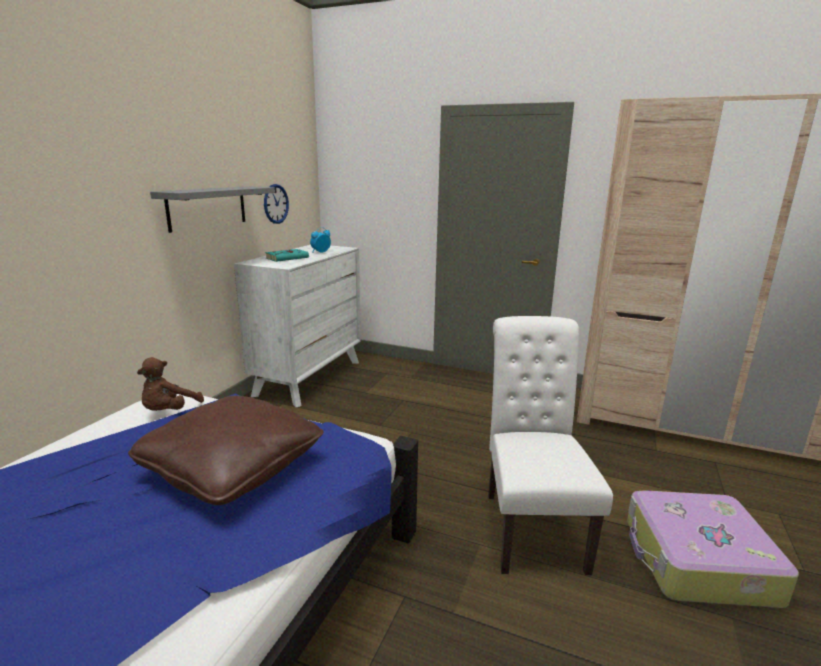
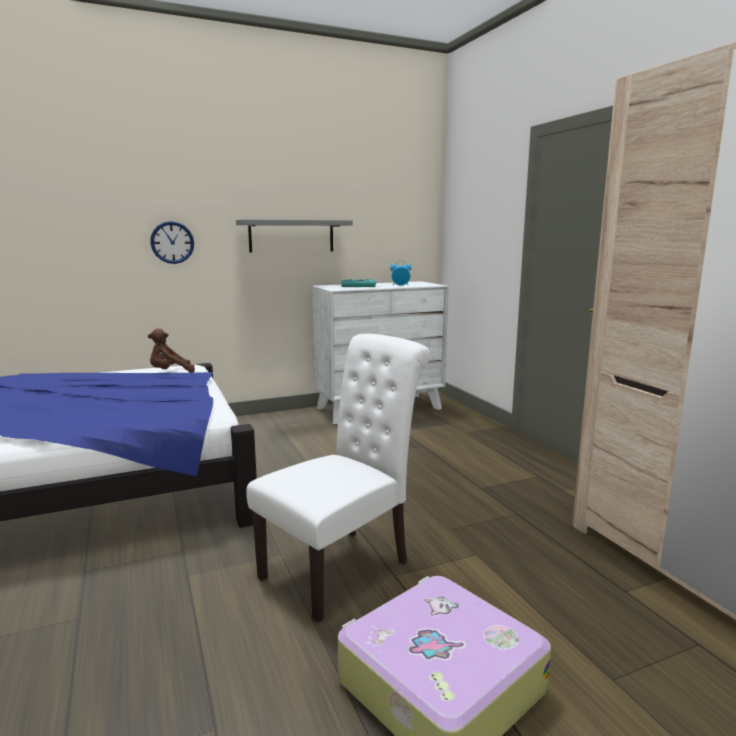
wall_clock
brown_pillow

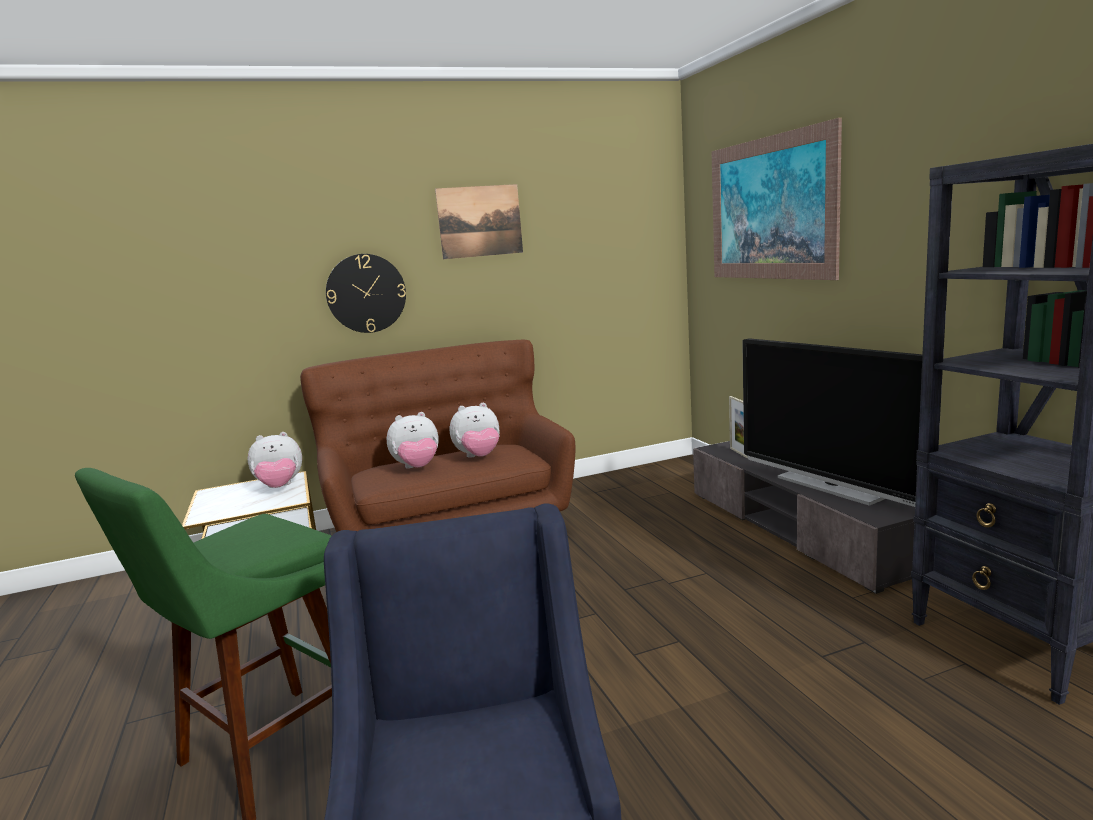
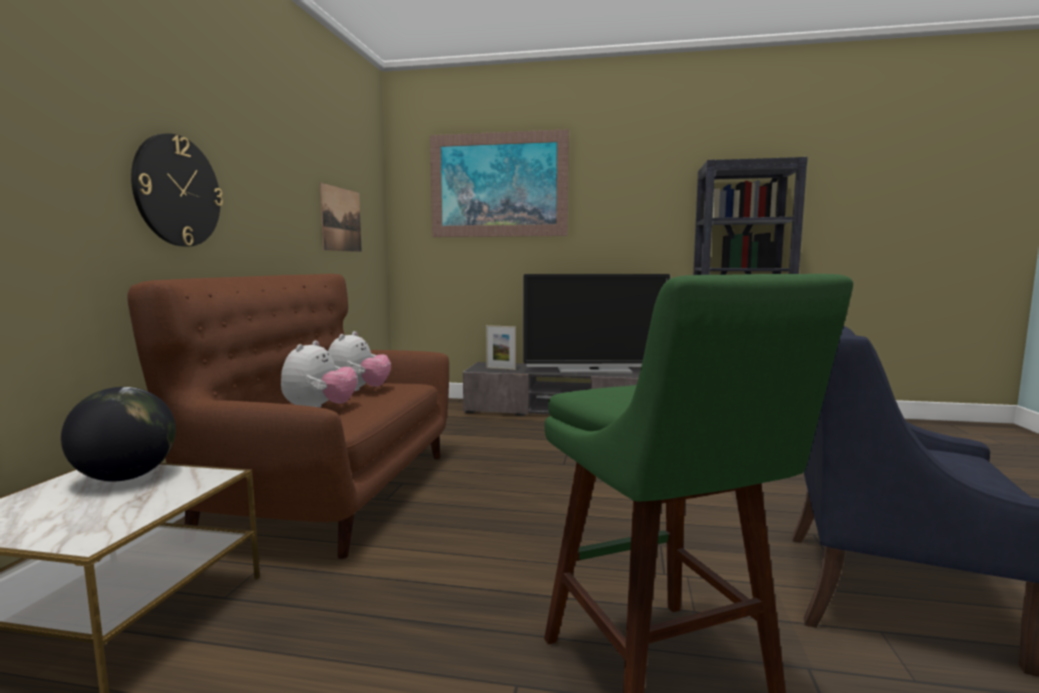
picture (no. 1 from left)
globe

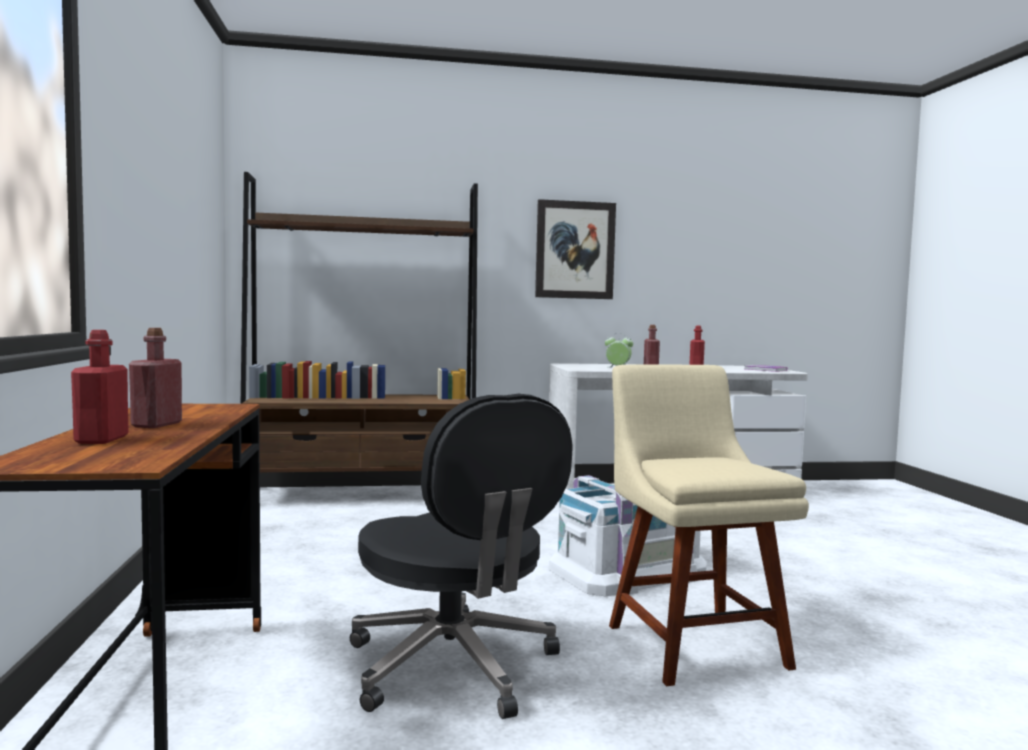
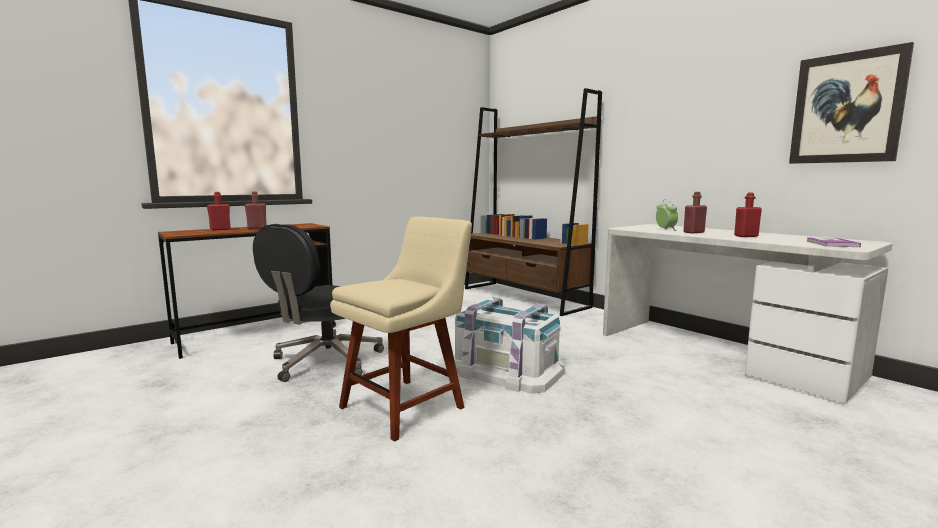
picture

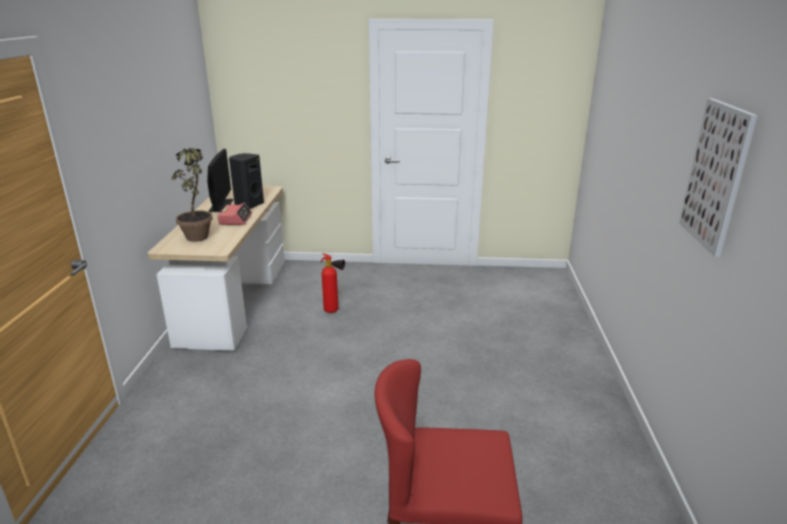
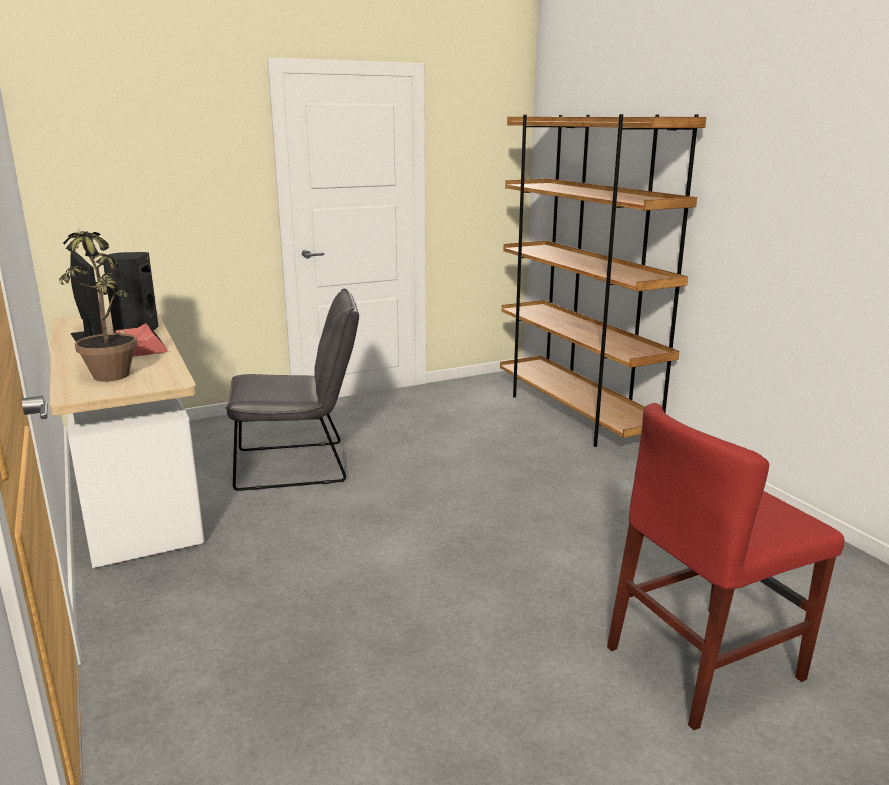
picture
grey_chair
brown_bookcase

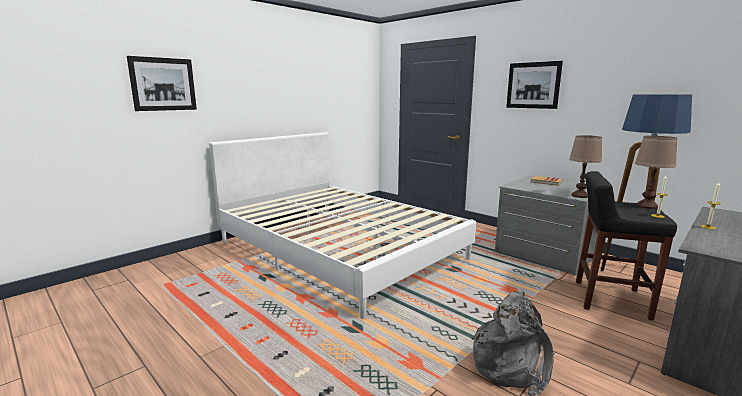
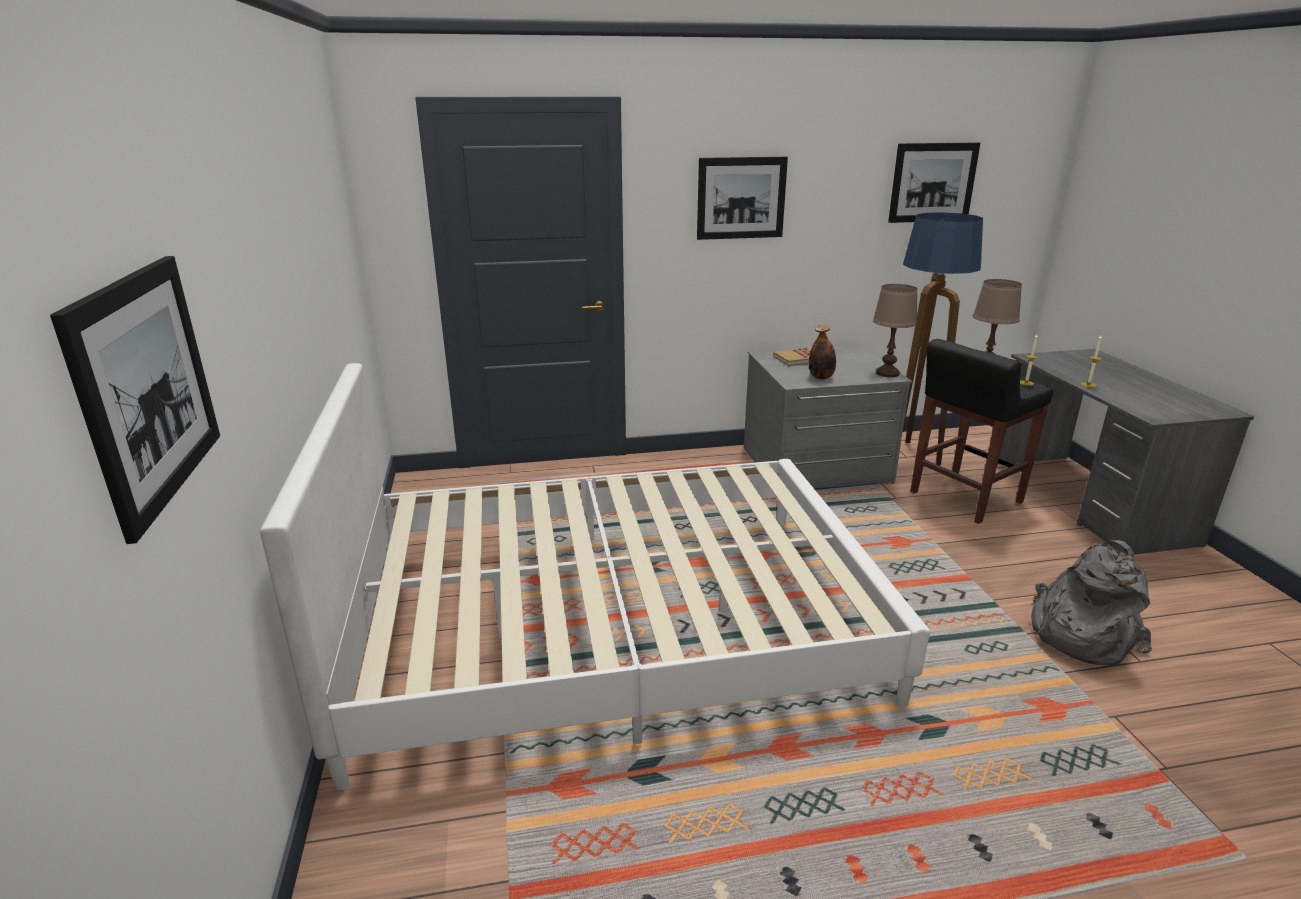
picture (no. 3 from left)
bottle

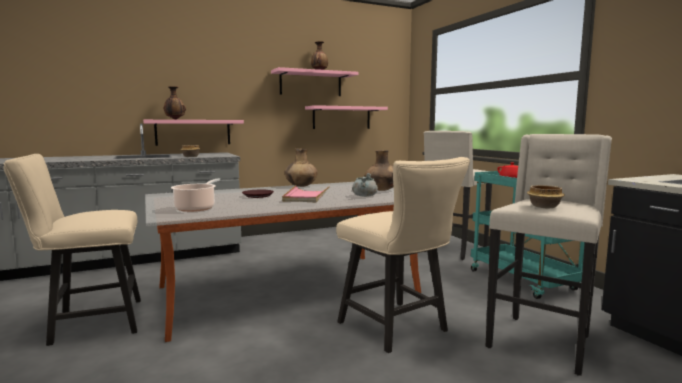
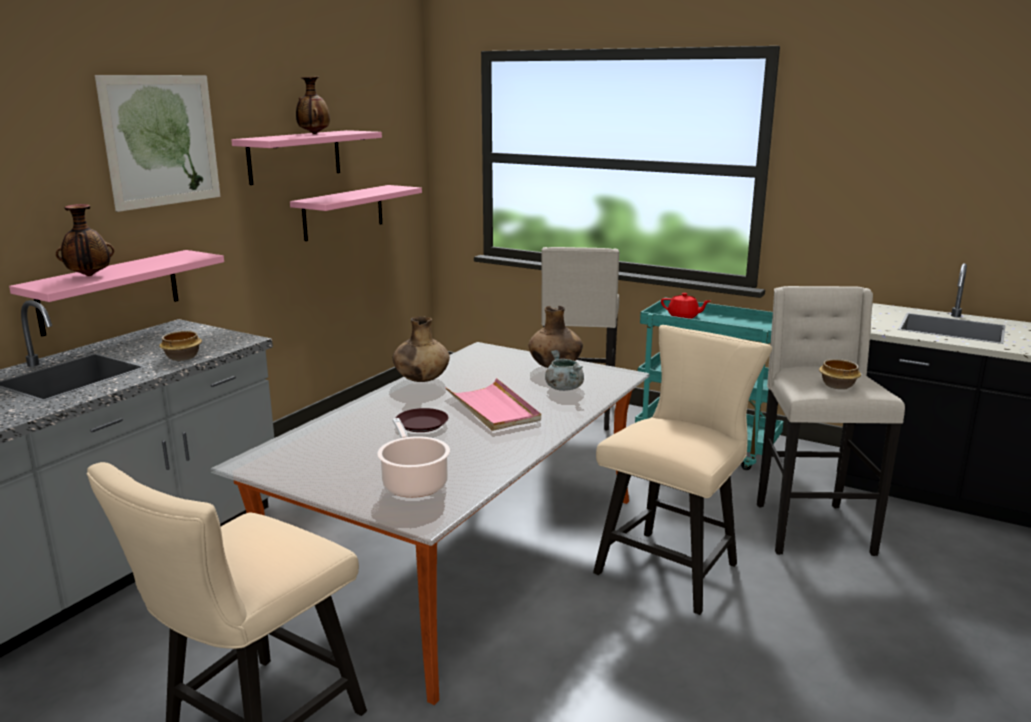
beige_chair (no. 2 from left)
picture

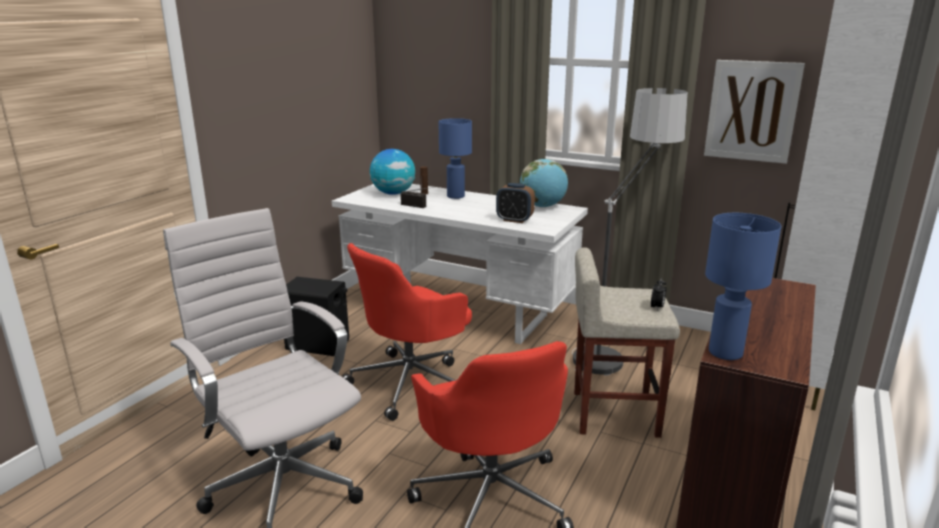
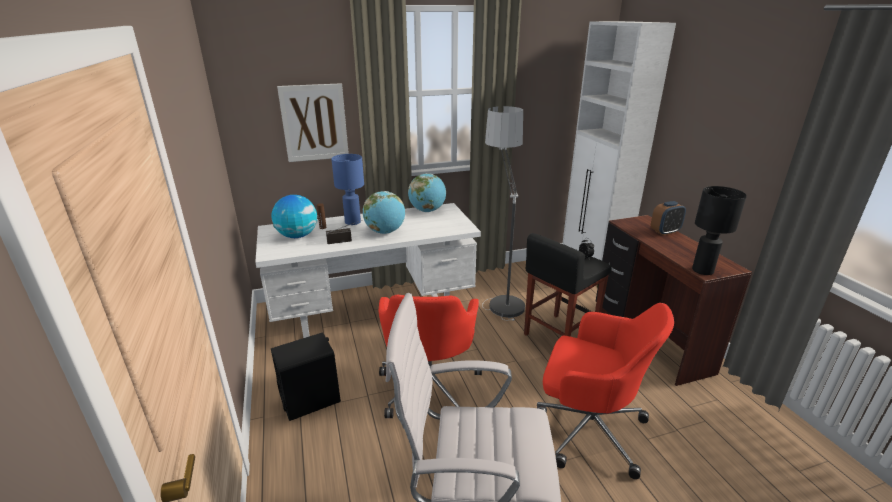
picture
alarm_clock (no. 2 from left)
black_table_lamp
black_stool
globe (no. 2 from left)

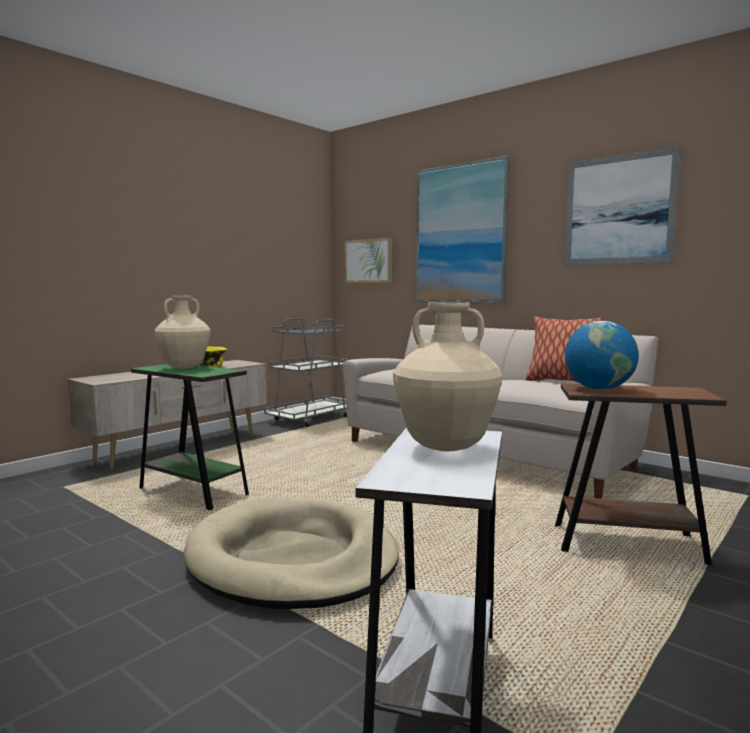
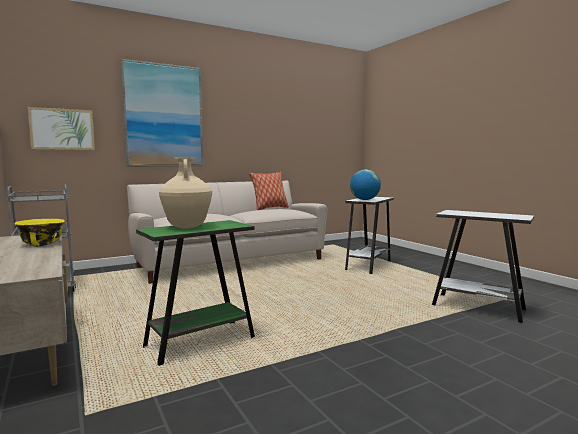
picture (no. 3 from left in the first image)
beige_vase (no. 2 from left in the first image)
white_side_table (no. 1 from left)
beige_dog_bed

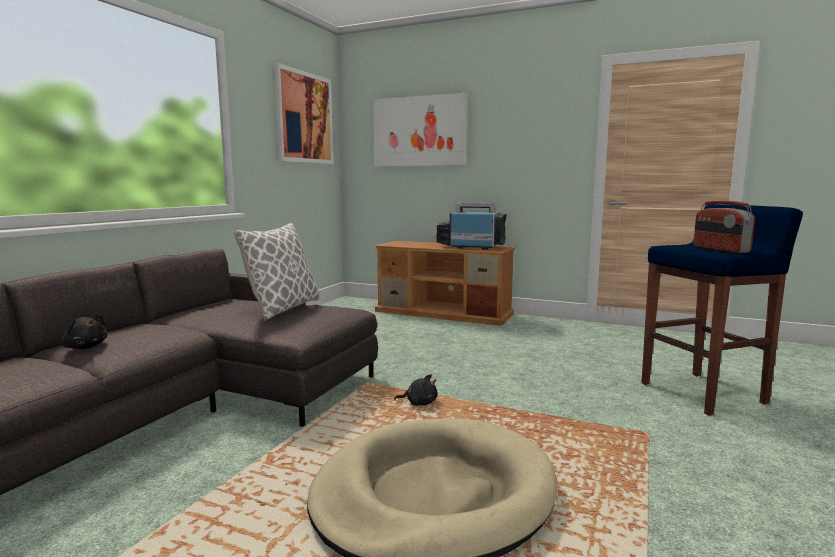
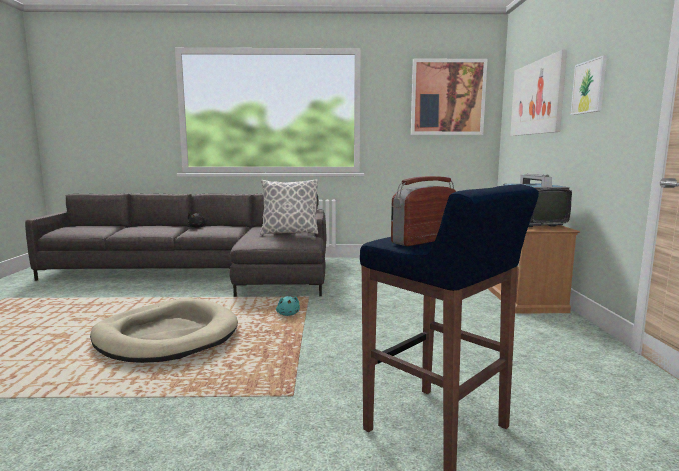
turquoise_plush_toy
picture (no. 3 from left)

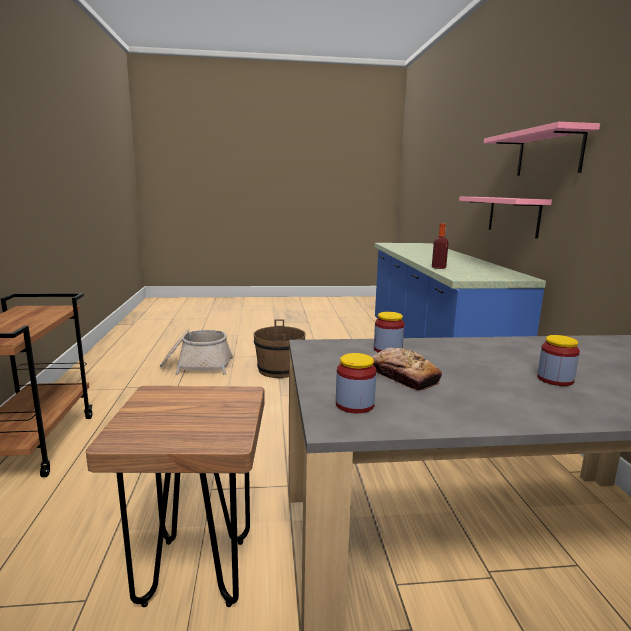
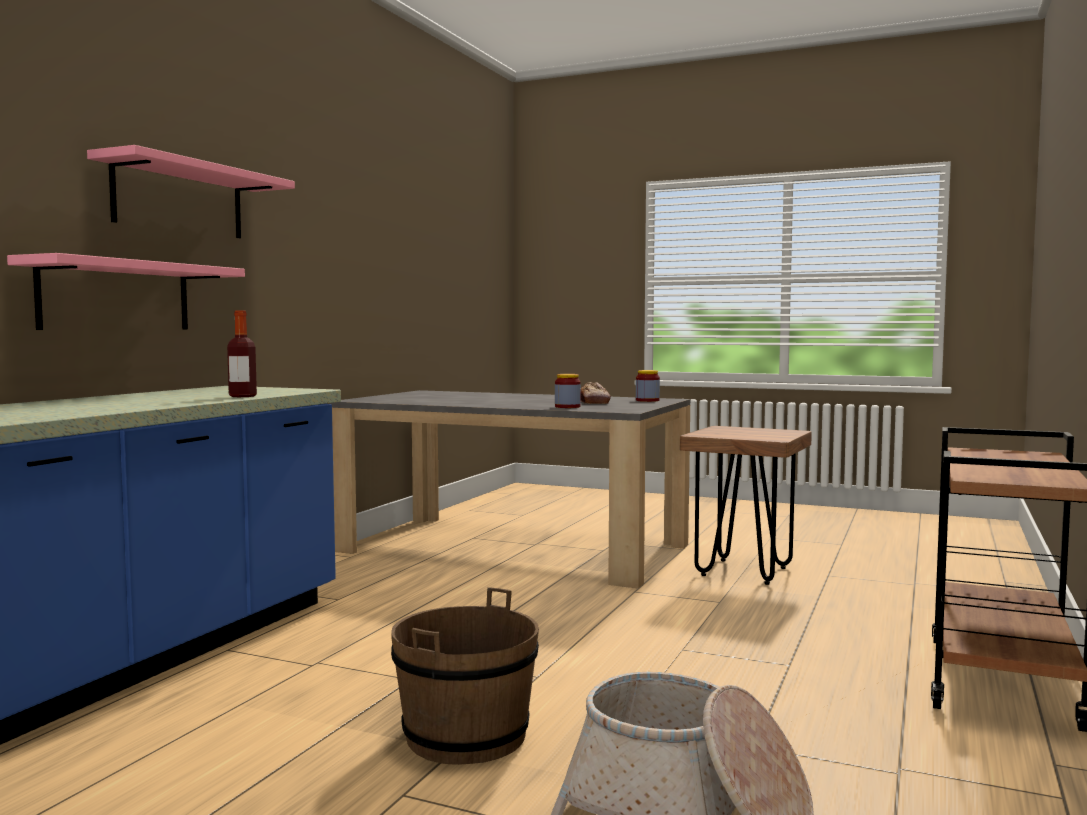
jar (no. 3 from left in the first image)

